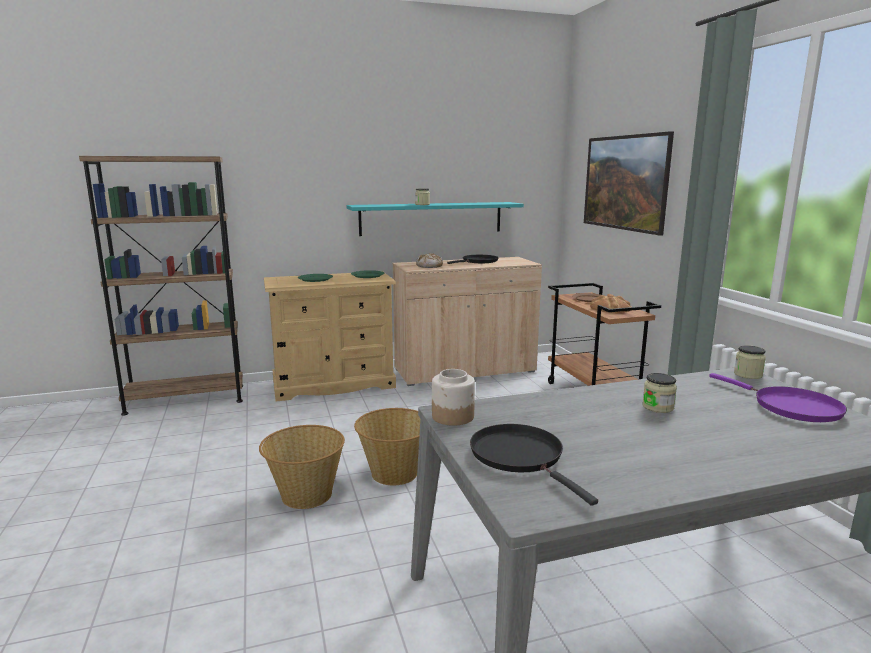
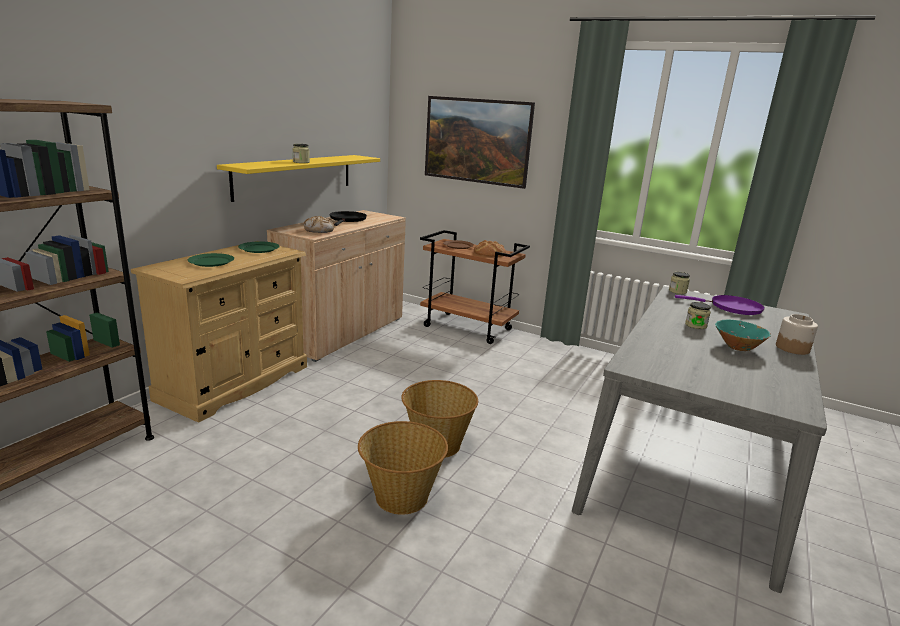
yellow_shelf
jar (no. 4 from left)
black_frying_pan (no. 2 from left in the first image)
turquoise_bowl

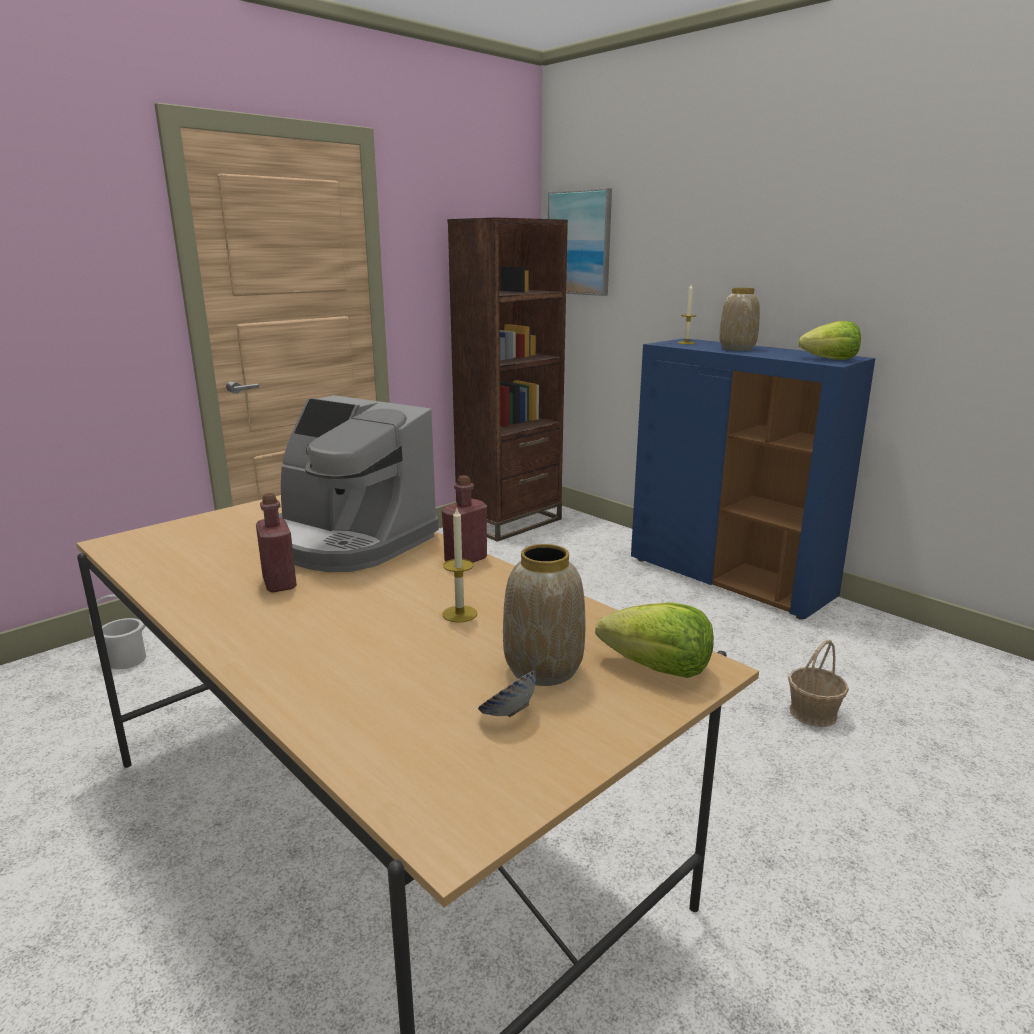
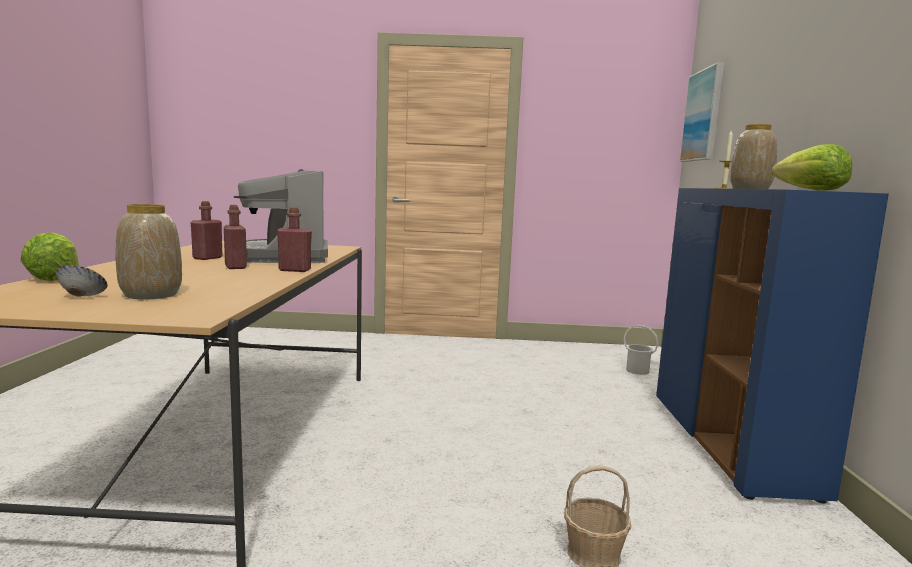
brown_bookcase
candle (no. 1 from left in the first image)
white_bucket
lettuce (no. 1 from left)
red_bottle (no. 2 from left)

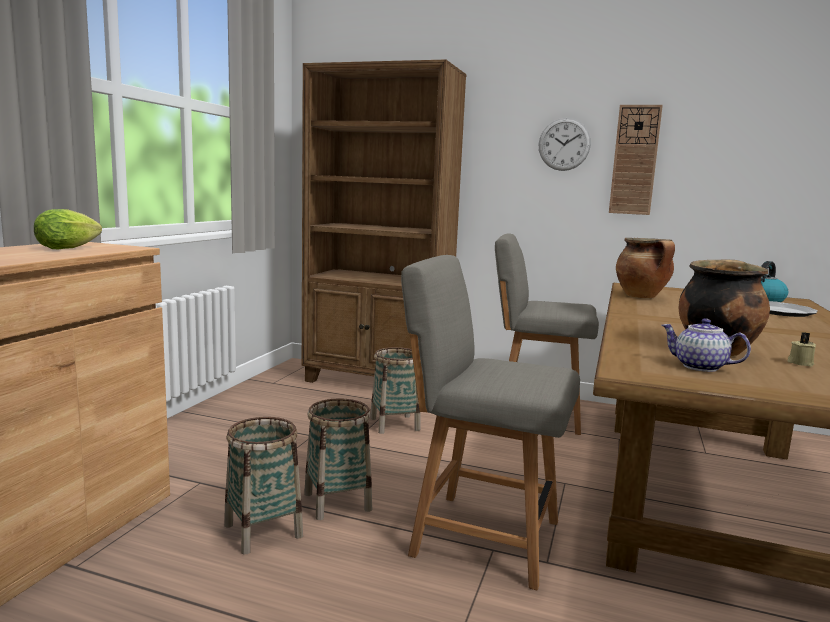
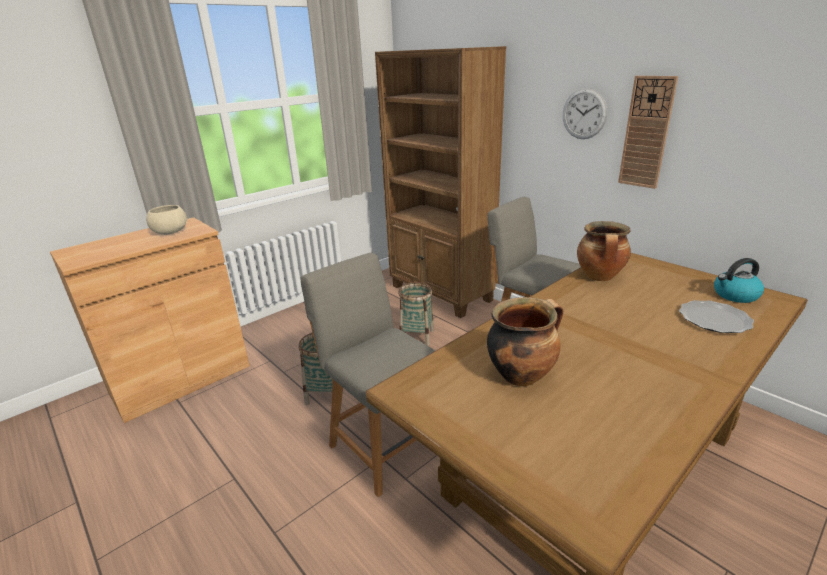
beige_bowl
teapot
beige_candle
basket (no. 1 from left in the first image)

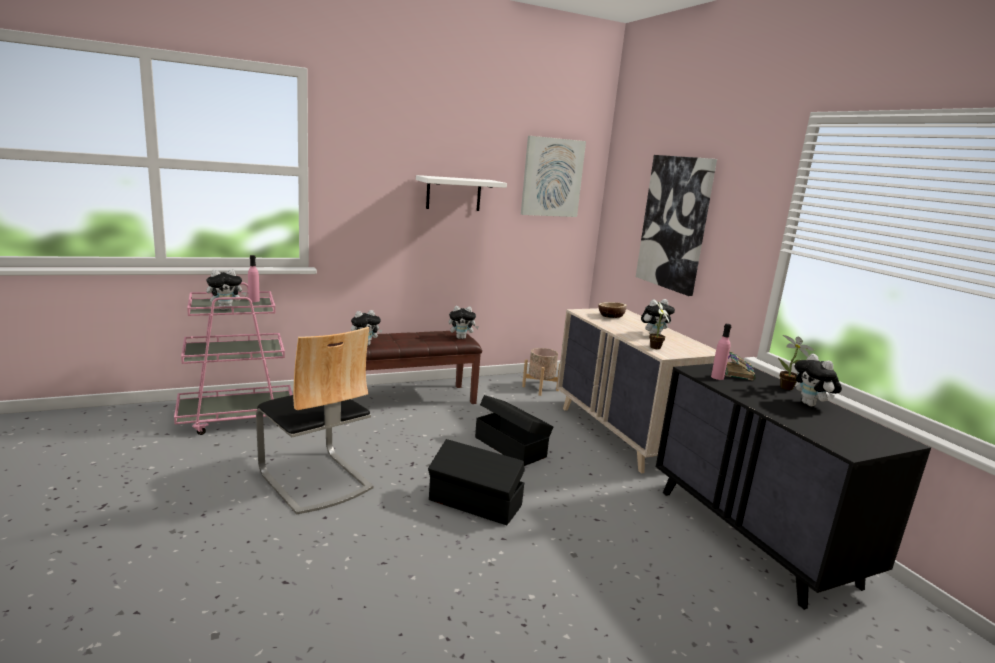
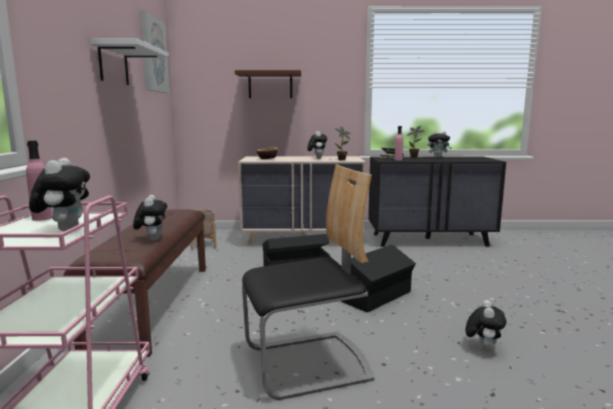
brown_shelf
plush_toy (no. 5 from left)

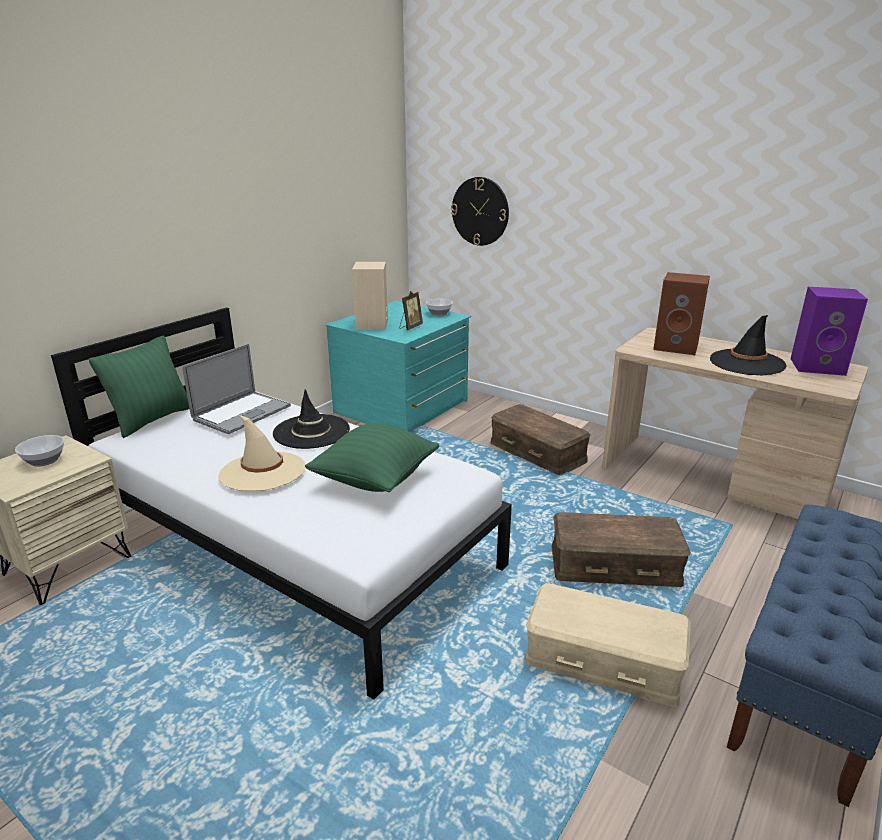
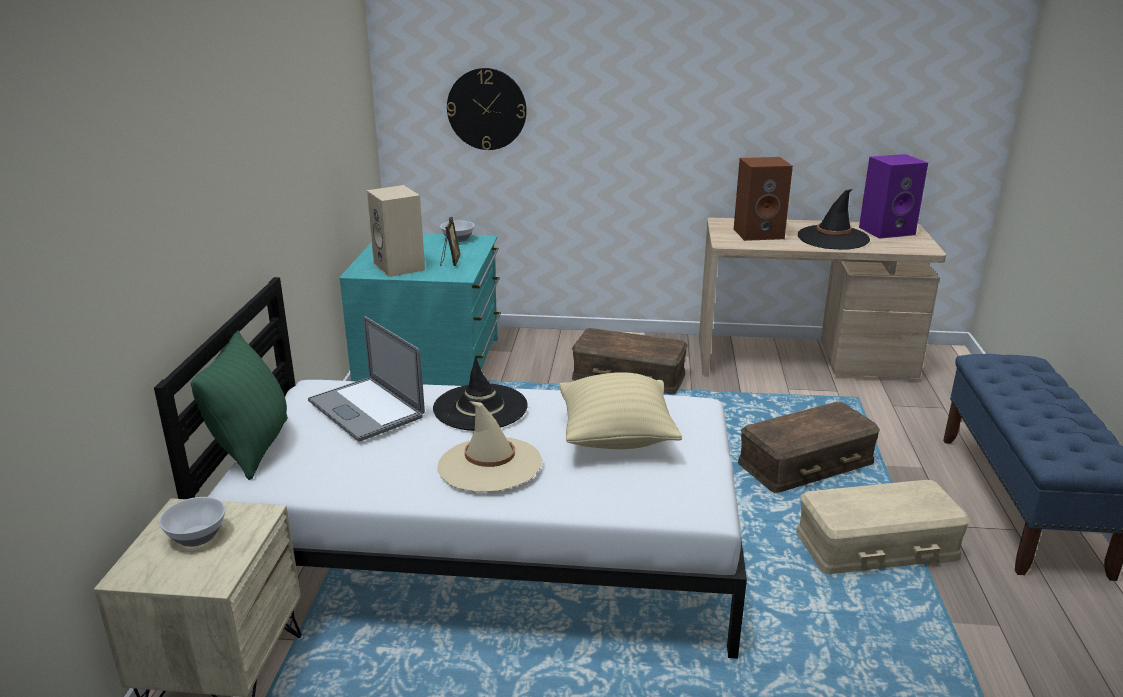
laptop
beige_pillow

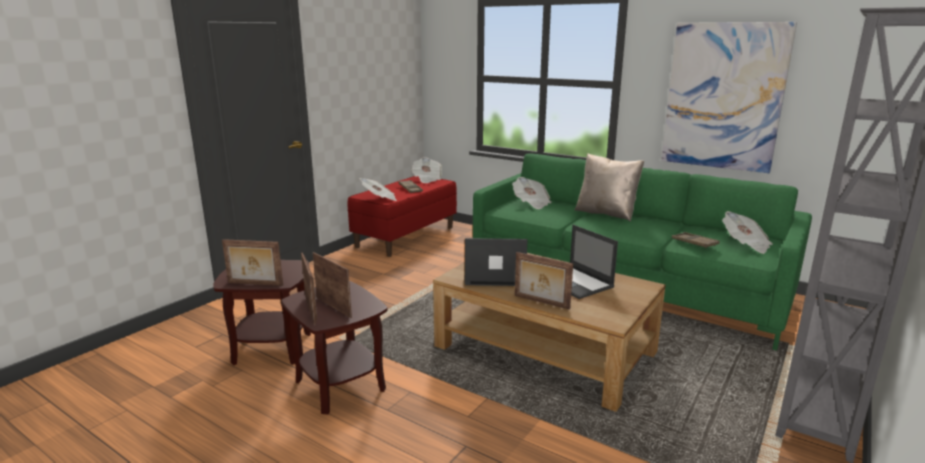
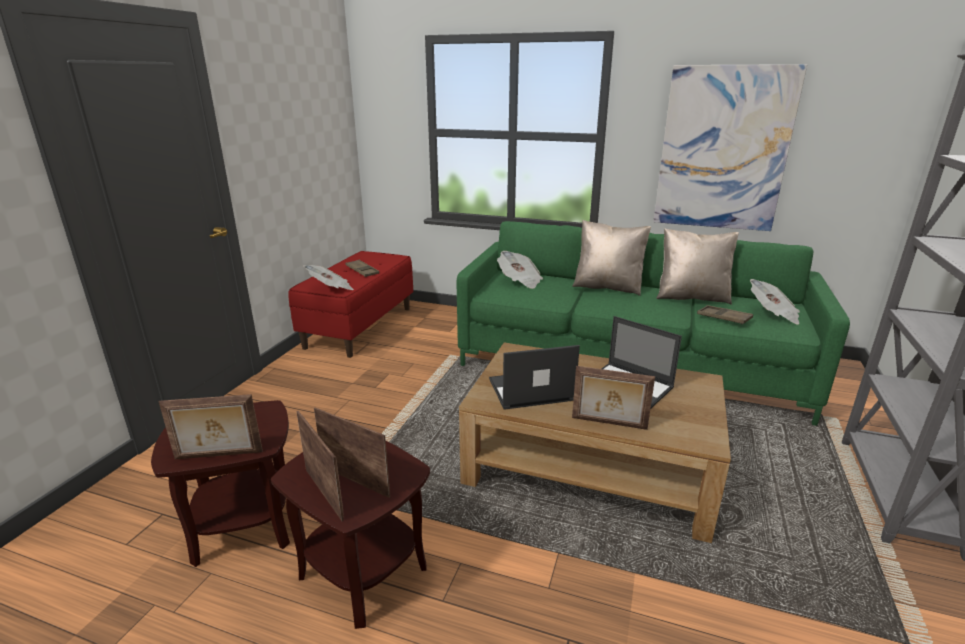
newspaper (no. 2 from left in the first image)
beige_pillow (no. 2 from left)

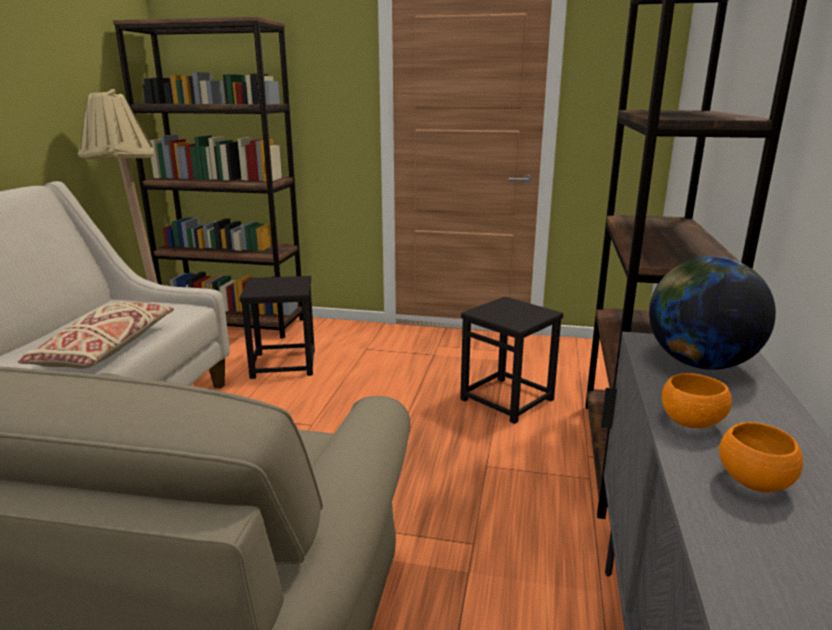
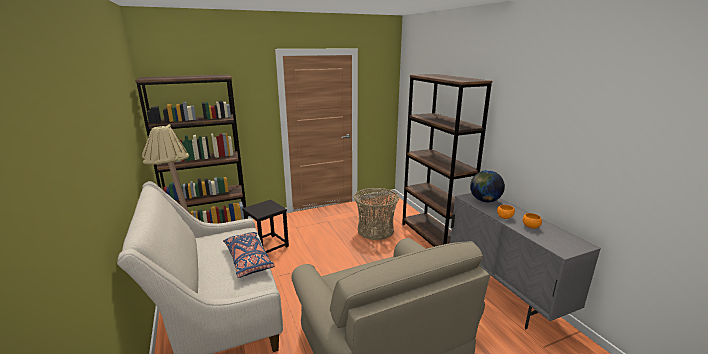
basket
blue_pillow

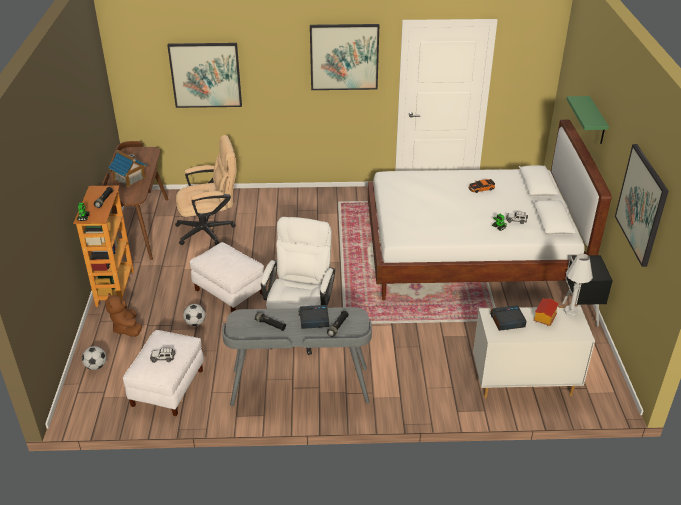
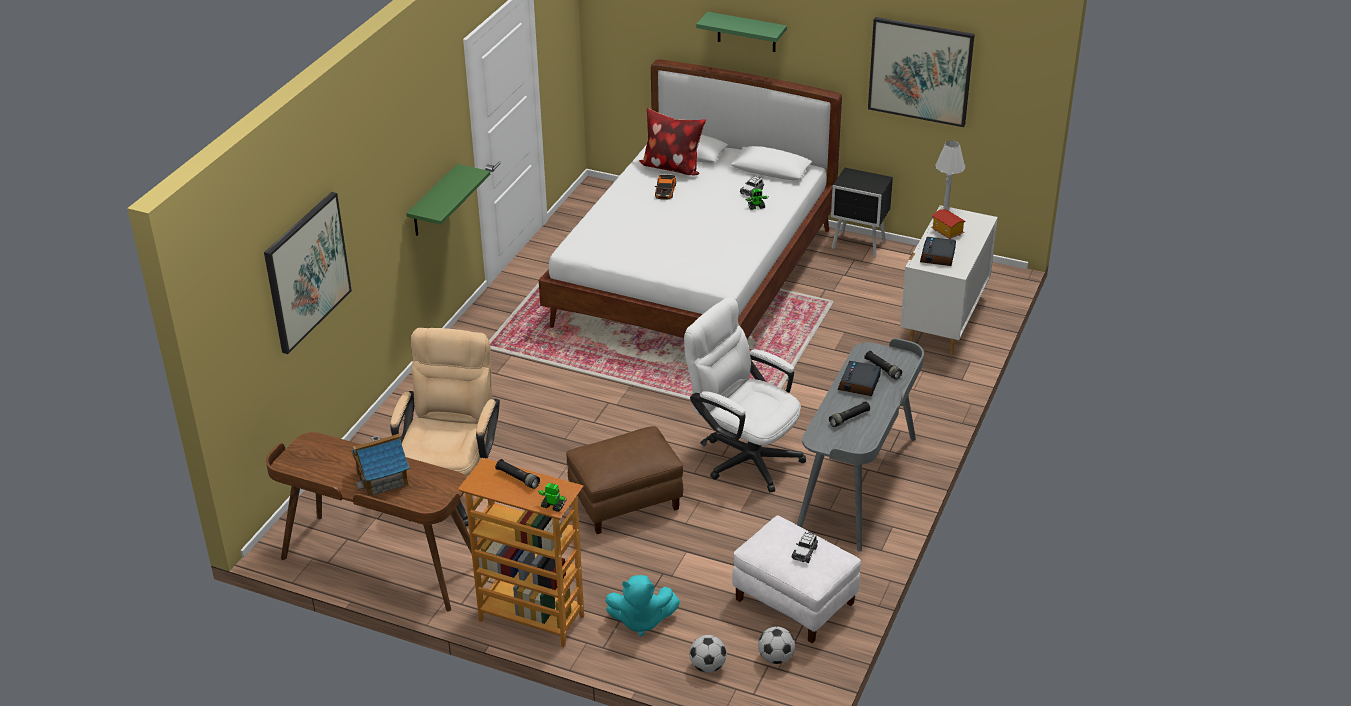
picture (no. 2 from left in the first image)
brown_ottoman
turquoise_plush_toy
football (no. 2 from left)
pillow
green_shelf (no. 1 from left)

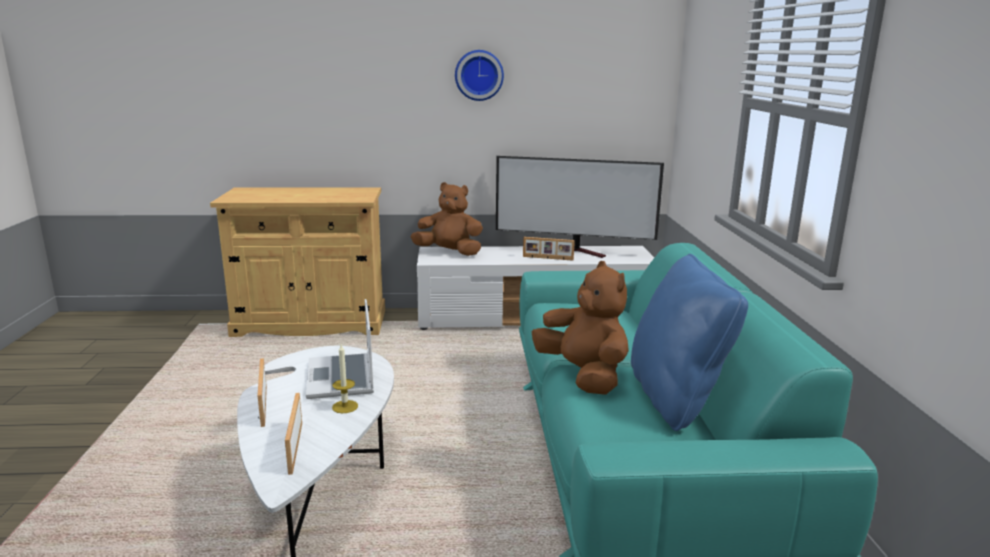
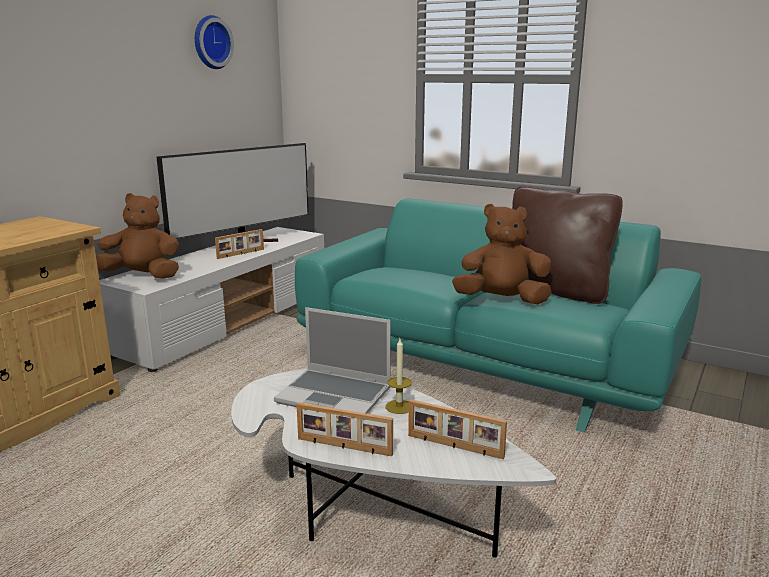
wall_clock
brown_plush_toy (no. 1 from left)
brown_pillow

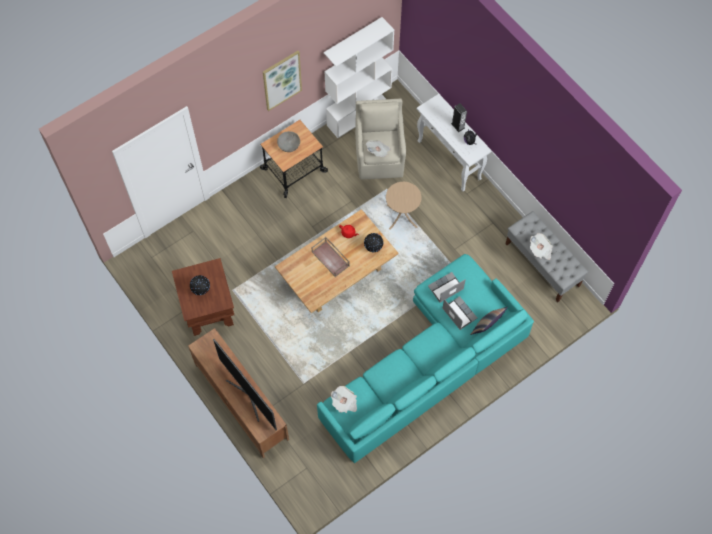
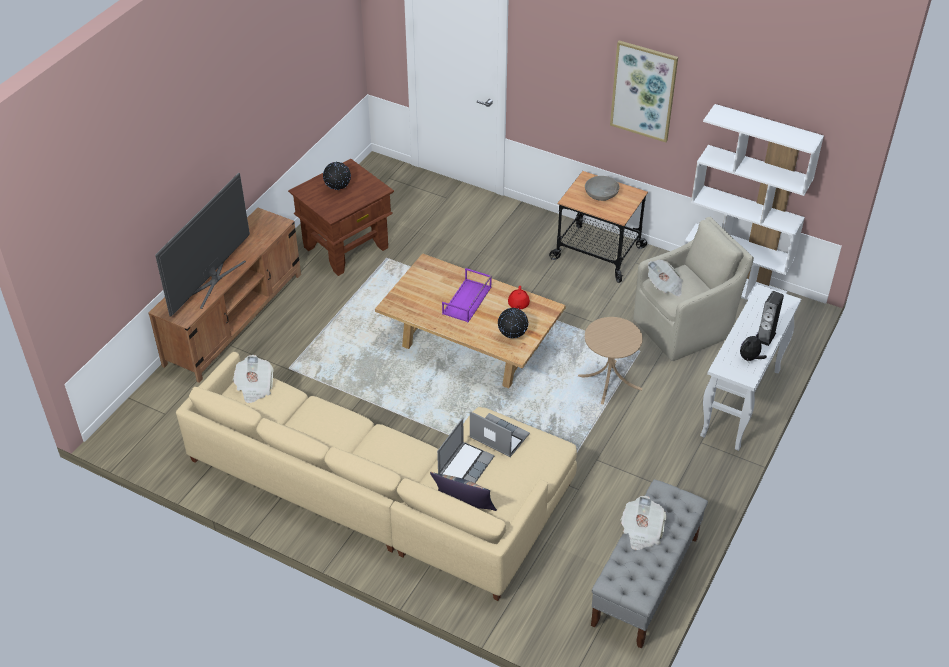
purple_tray
beige_sofa

